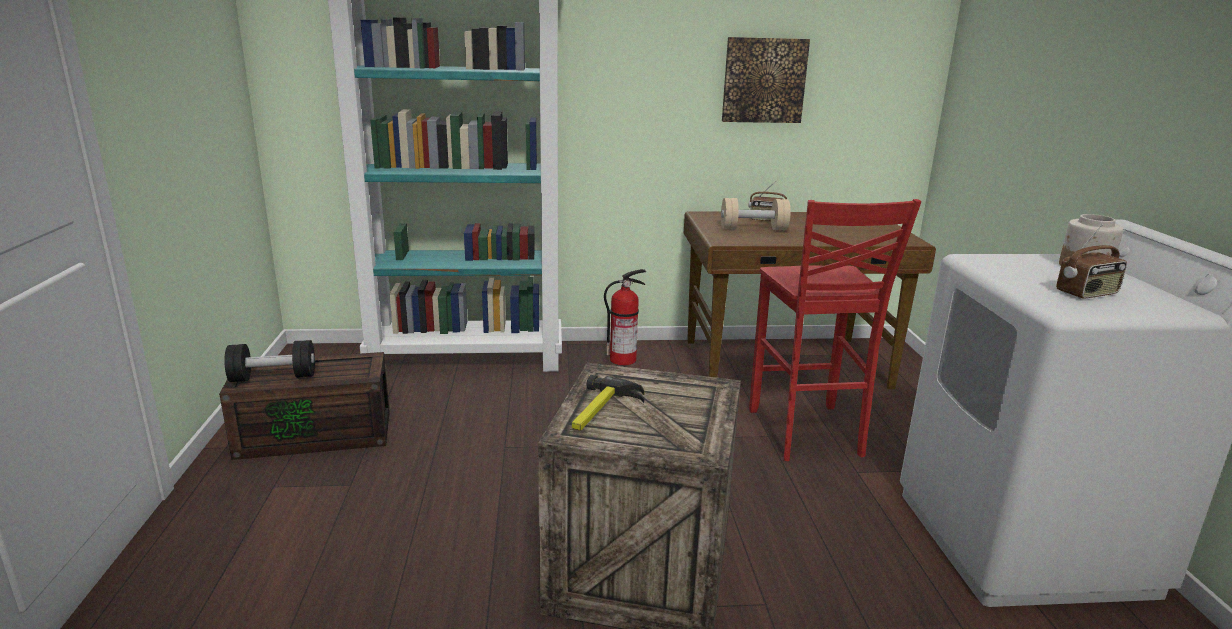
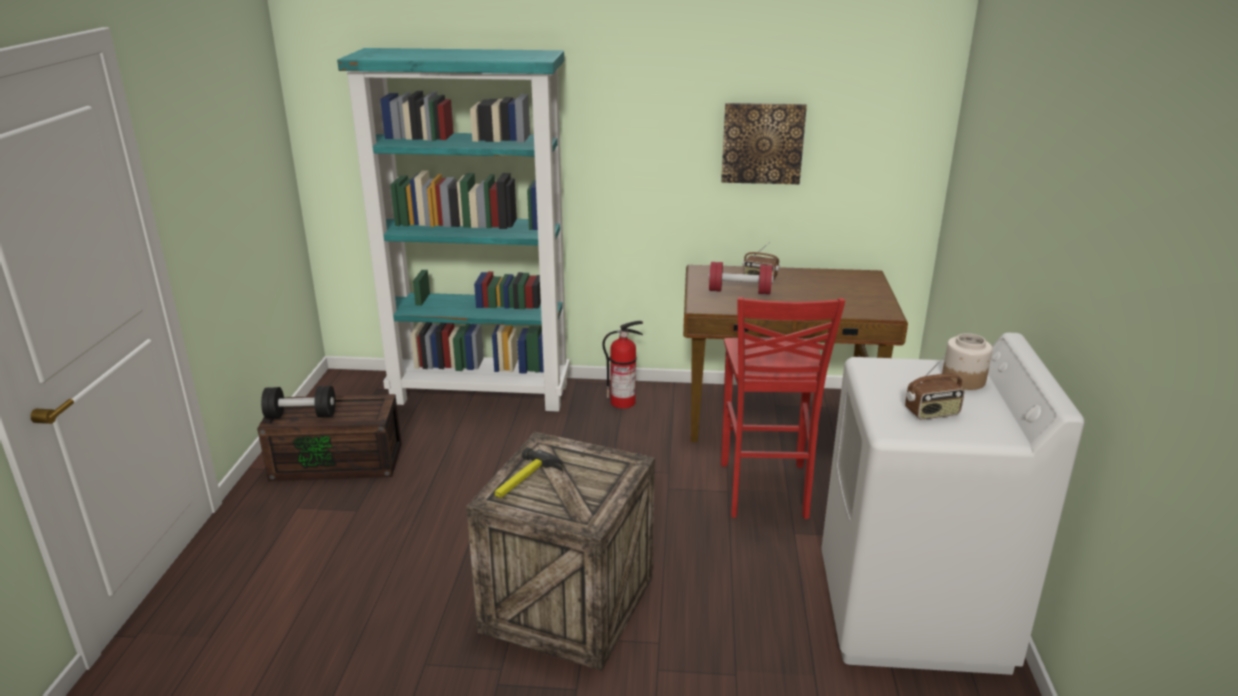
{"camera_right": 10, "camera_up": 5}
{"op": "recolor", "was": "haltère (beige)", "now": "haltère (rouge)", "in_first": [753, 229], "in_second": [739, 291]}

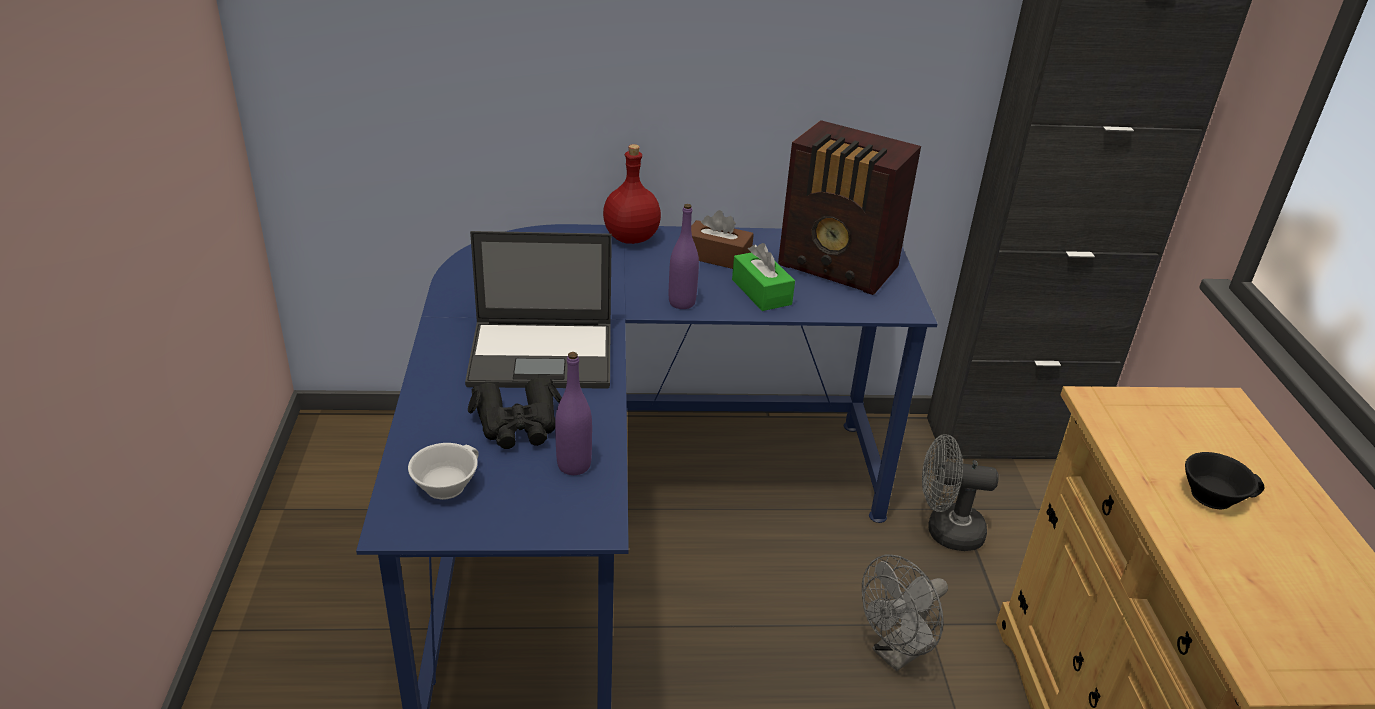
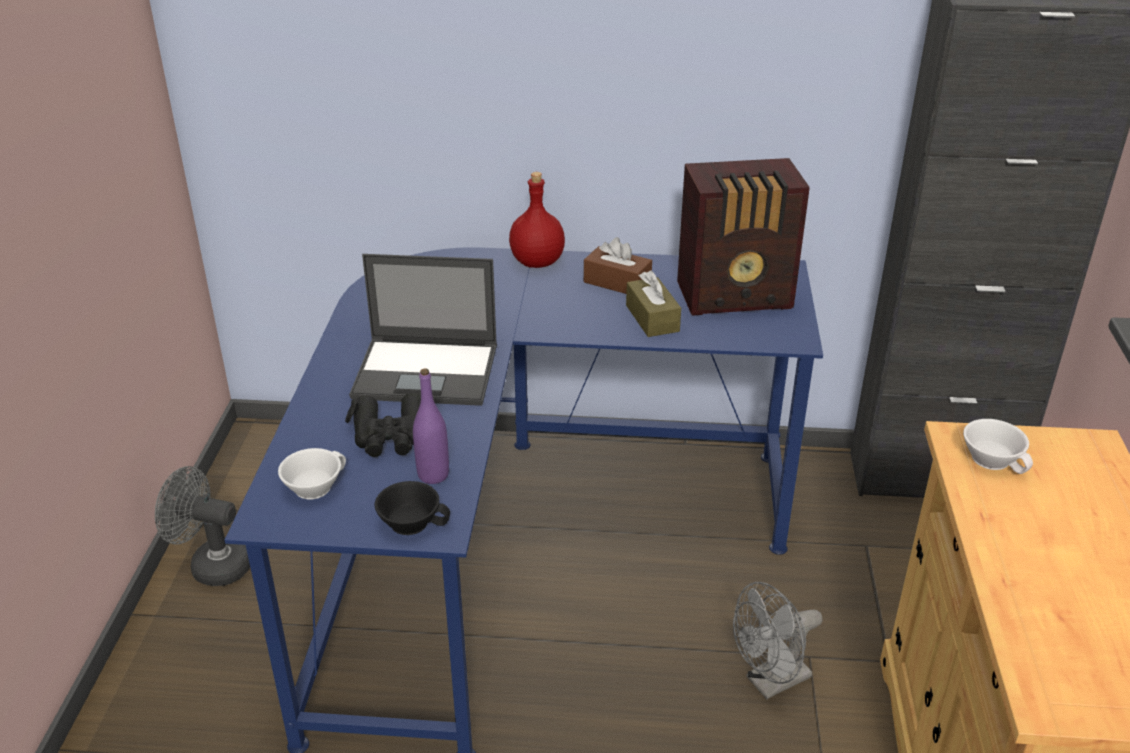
{"camera_right": 10, "camera_up": 0}
{"op": "rotate", "was": "radio", "in_first": [839, 268], "in_second": [737, 297], "clockwise": -45}
{"op": "delete", "was": "bouteille (violet)", "in_first": [682, 303]}
{"op": "recolor", "was": "boîte à mouchoirs (vert)", "now": "boîte à mouchoirs (marron)", "in_first": [761, 292], "in_second": [652, 318]}
{"op": "move", "was": "ventilateur (gris)", "in_first": [945, 531], "in_second": [212, 565]}
{"op": "move", "was": "tasse (noir)", "in_first": [1213, 494], "in_second": [412, 521]}
{"op": "insert", "now": "tasse (blanc)", "in_second": [993, 458]}

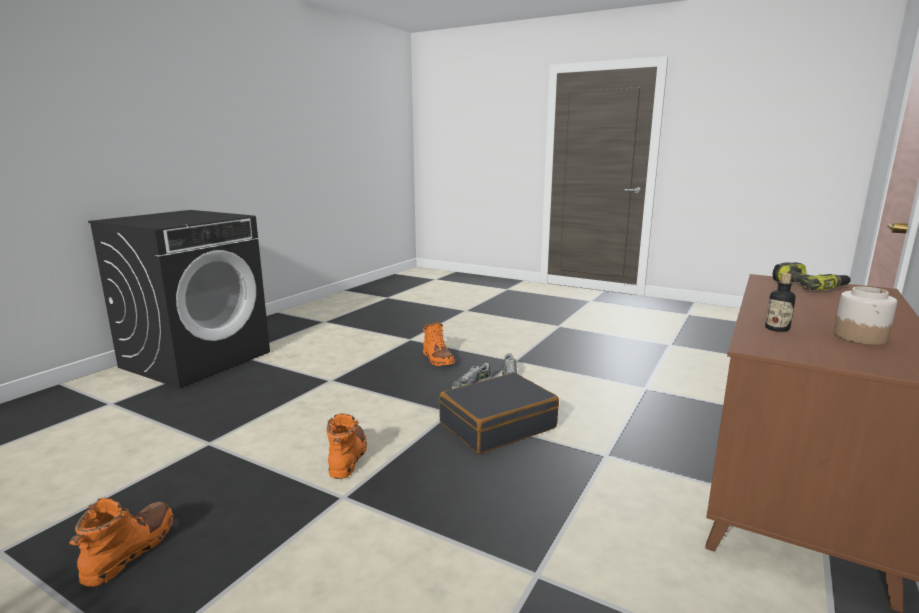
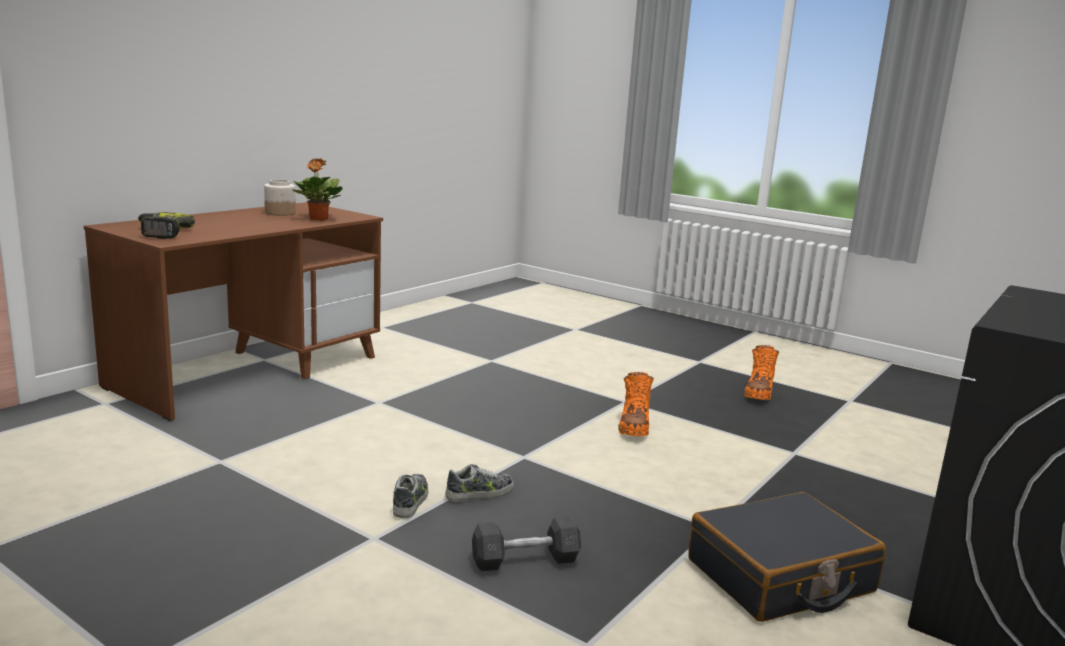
{"camera_right": -175, "camera_up": 0}
{"op": "replace", "was": "bouteille", "now": "plante en pot", "in_first": [776, 329], "in_second": [318, 219]}
{"op": "replace", "was": "botte (orange)", "now": "haltère (gris)", "in_first": [437, 359], "in_second": [525, 560]}
{"op": "move", "was": "valise (noir)", "in_first": [497, 425], "in_second": [780, 577]}

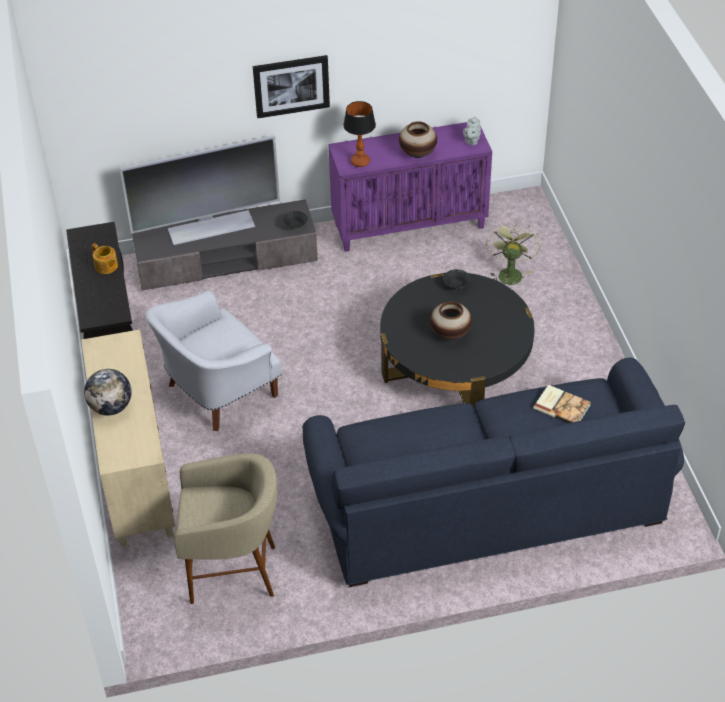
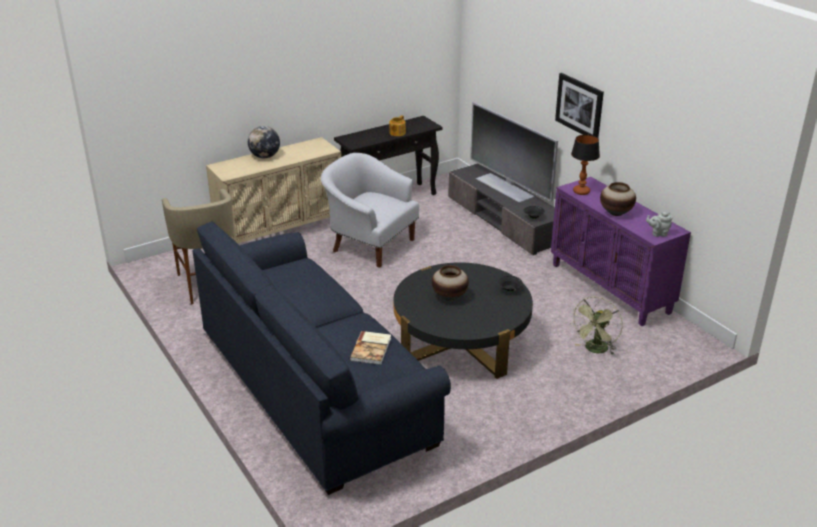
{"camera_right": 70, "camera_up": -15}
{"op": "rotate", "was": "ventilateur (vert)", "in_first": [509, 273], "in_second": [595, 350], "clockwise": 135}

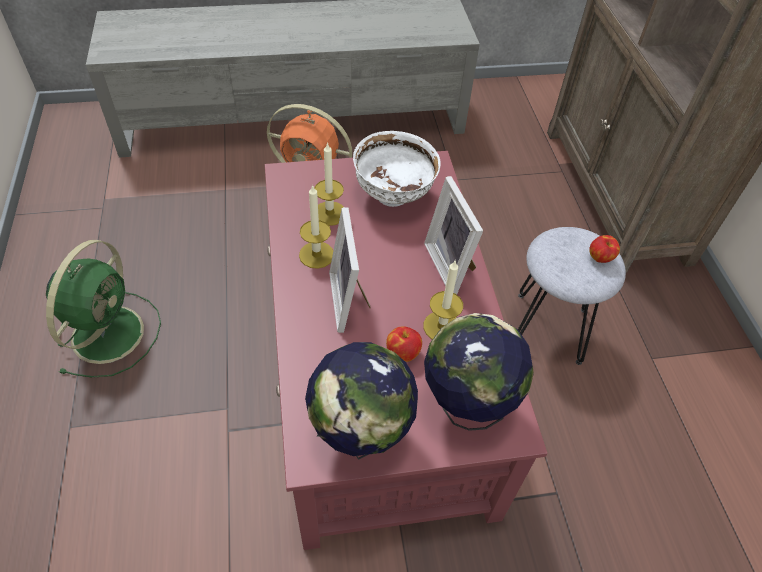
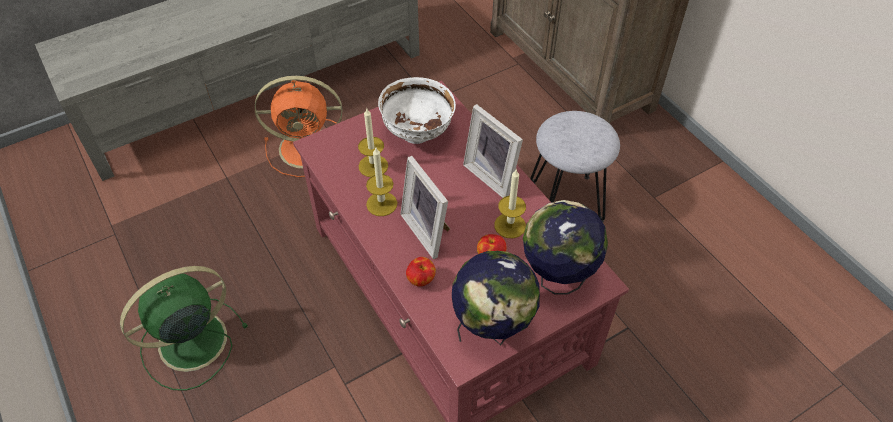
{"camera_right": -20, "camera_up": 0}
{"op": "move", "was": "pomme", "in_first": [600, 258], "in_second": [421, 280]}
{"op": "rotate", "was": "ventilateur (vert)", "in_first": [109, 331], "in_second": [190, 342], "clockwise": -120}

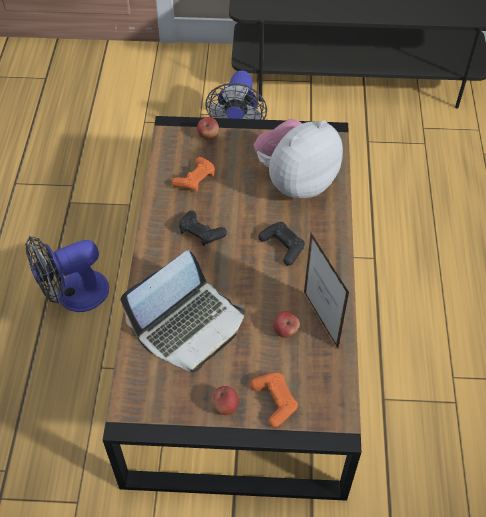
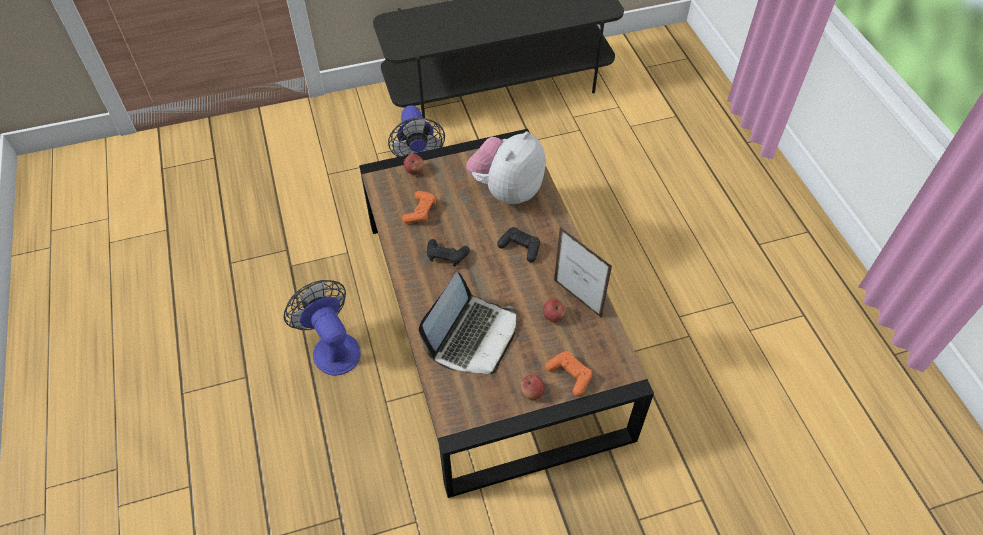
{"camera_right": -20, "camera_up": 0}
{"op": "rotate", "was": "ventilateur", "in_first": [73, 295], "in_second": [332, 347], "clockwise": 105}

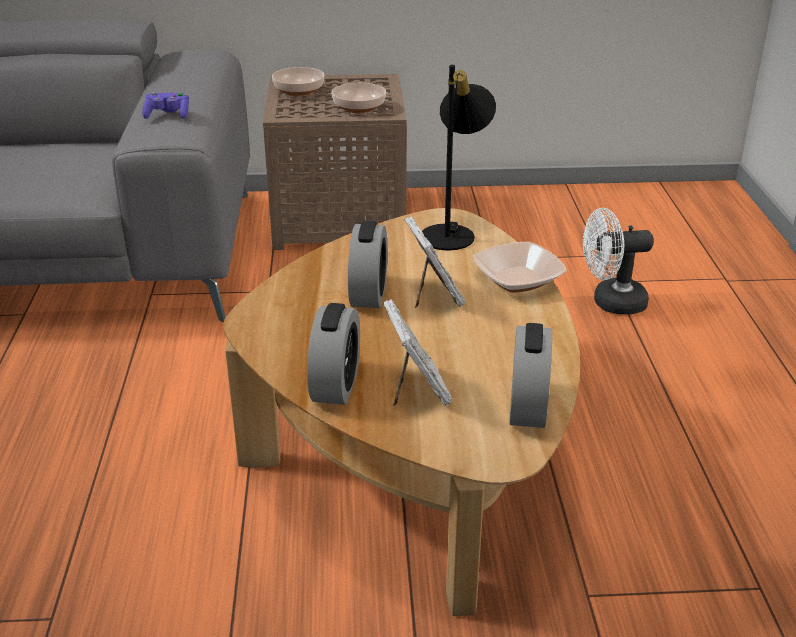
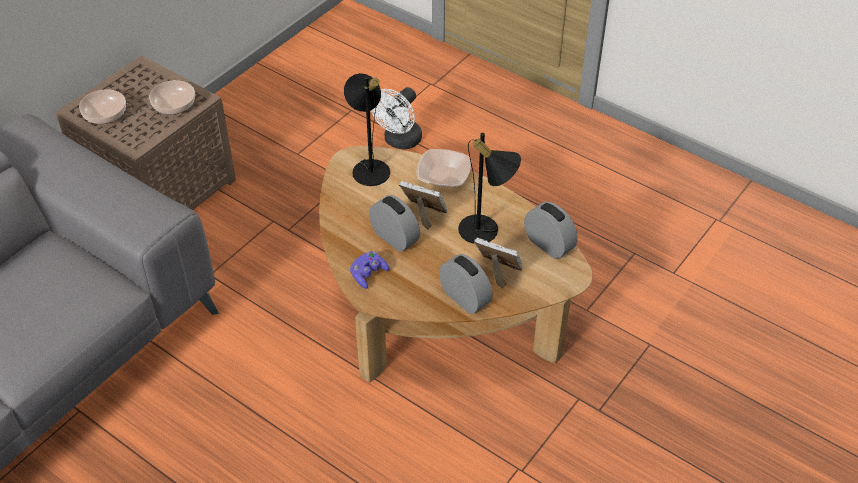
{"camera_right": -50, "camera_up": 15}
{"op": "move", "was": "manette (violet)", "in_first": [168, 116], "in_second": [368, 274]}
{"op": "insert", "now": "lampe de table (noir)", "in_second": [486, 231]}

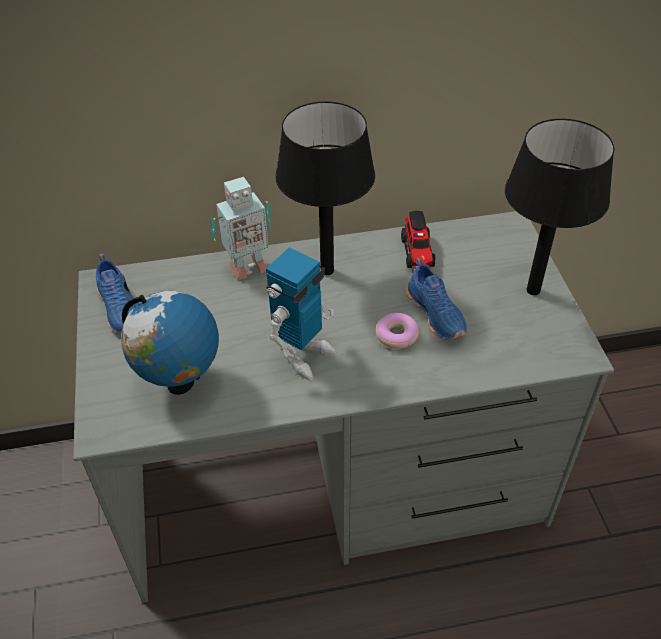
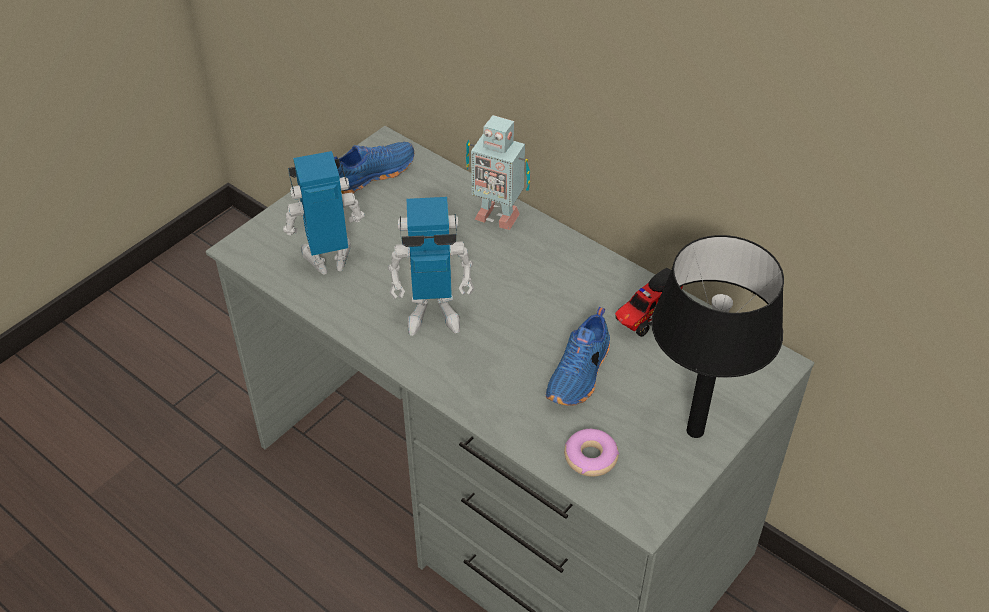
{"camera_right": 50, "camera_up": 0}
{"op": "delete", "was": "lampe de table (noir)", "in_first": [328, 270]}
{"op": "rotate", "was": "chaussure (bleu)", "in_first": [121, 308], "in_second": [370, 175], "clockwise": -150}
{"op": "replace", "was": "globe", "now": "robot jouet", "in_first": [180, 383], "in_second": [329, 259]}
{"op": "move", "was": "beignet", "in_first": [397, 335], "in_second": [591, 457]}

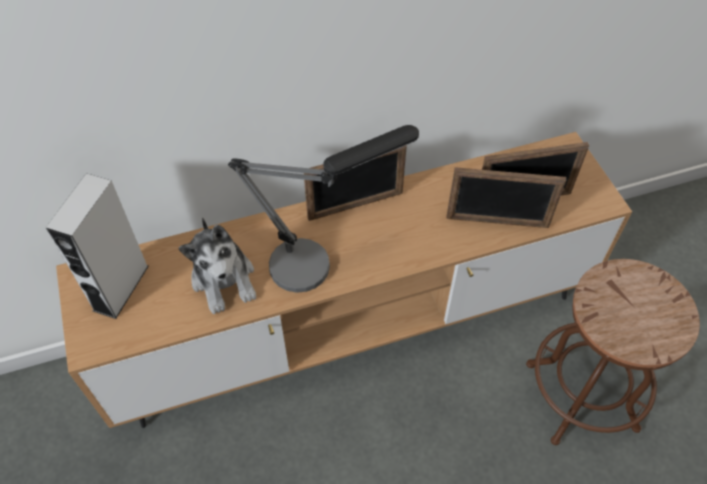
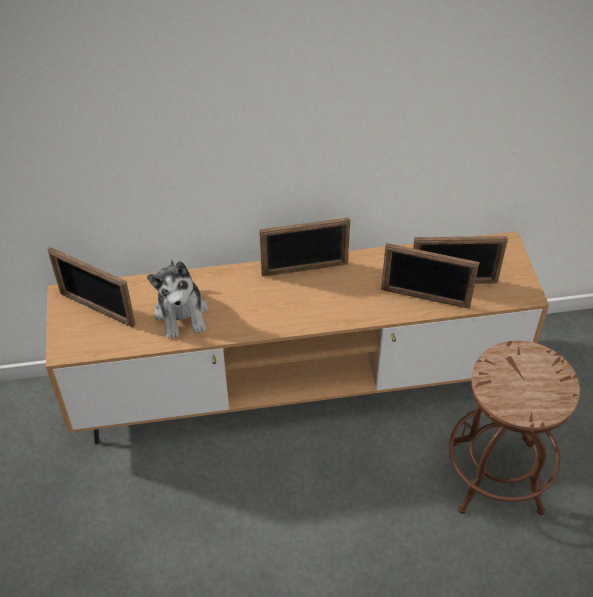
{"camera_right": 10, "camera_up": -5}
{"op": "delete", "was": "lampe de table", "in_first": [318, 261]}
{"op": "replace", "was": "enceinte (gris)", "now": "cadre photo", "in_first": [121, 288], "in_second": [97, 309]}

